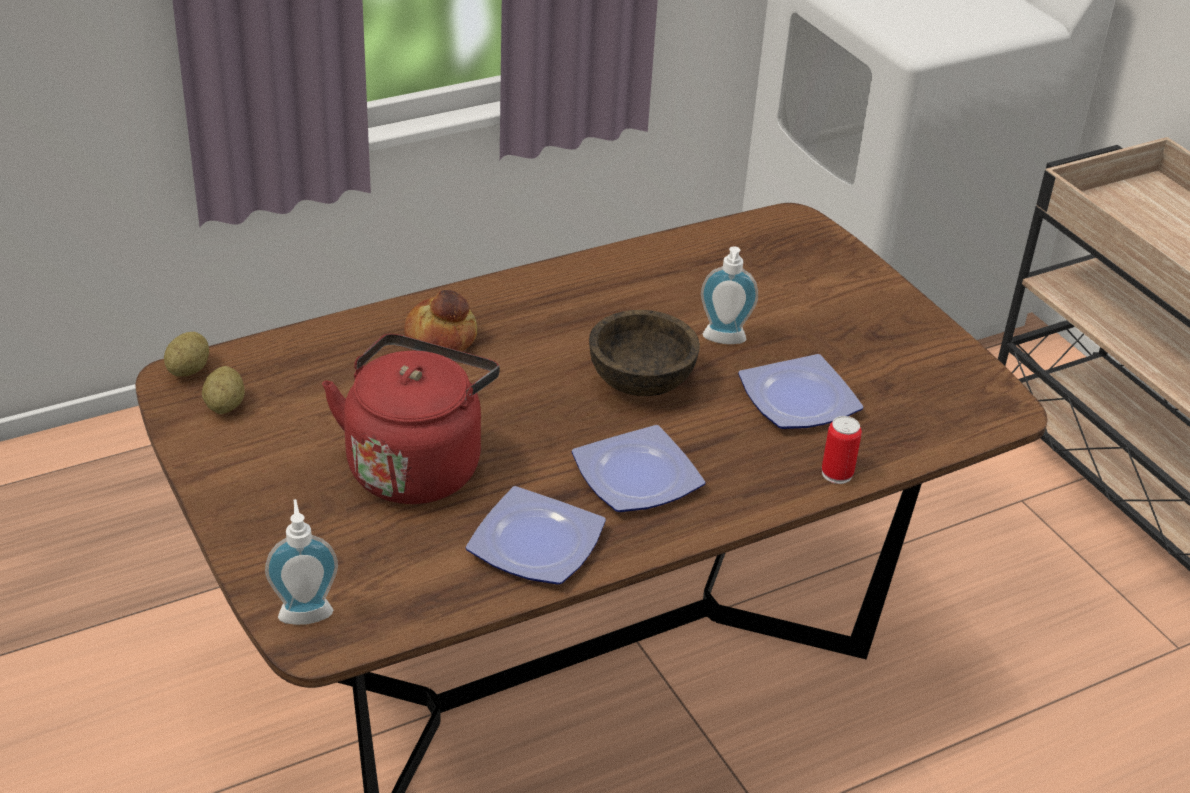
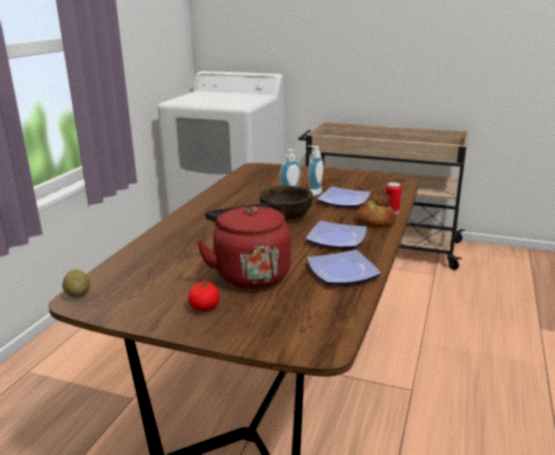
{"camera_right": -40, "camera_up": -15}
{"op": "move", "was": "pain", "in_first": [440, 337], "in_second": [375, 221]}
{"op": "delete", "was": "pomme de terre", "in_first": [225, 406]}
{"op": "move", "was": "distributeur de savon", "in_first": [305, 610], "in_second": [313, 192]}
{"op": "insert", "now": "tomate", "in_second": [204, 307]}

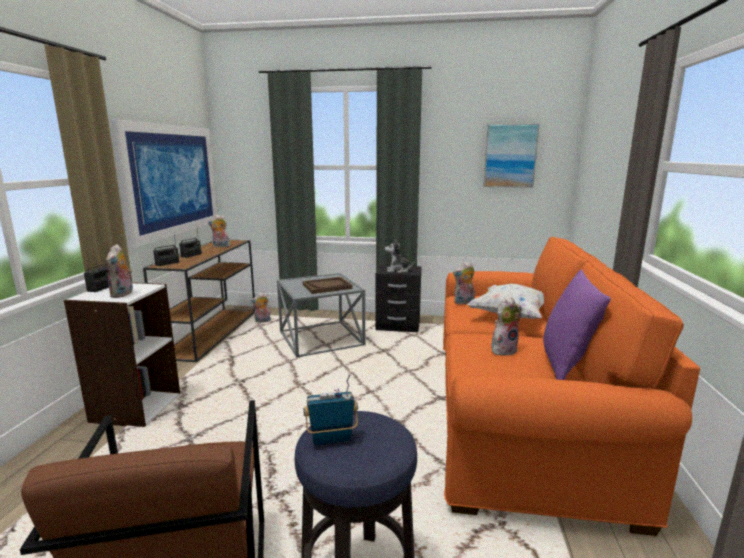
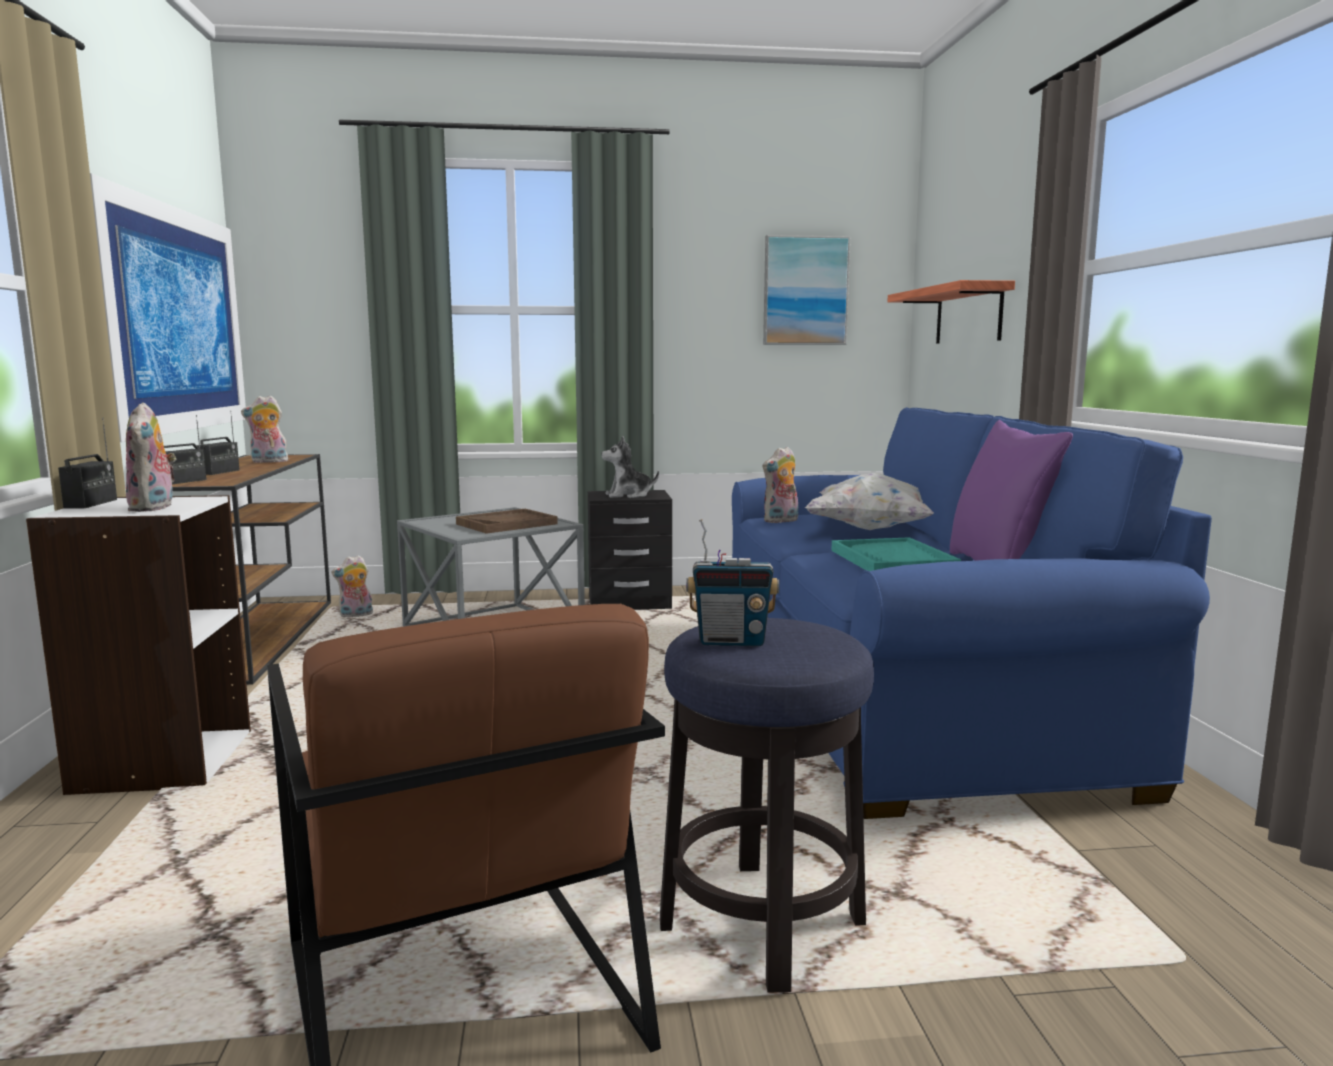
{"camera_right": -15, "camera_up": -5}
{"op": "recolor", "was": "canapé (orange)", "now": "canapé (bleu)", "in_first": [518, 416], "in_second": [900, 696]}
{"op": "replace", "was": "peluche", "now": "plateau (turquoise)", "in_first": [503, 350], "in_second": [893, 560]}
{"op": "rotate", "was": "radio", "in_first": [331, 439], "in_second": [731, 641], "clockwise": -150}
{"op": "insert", "now": "étagère", "in_second": [968, 315]}

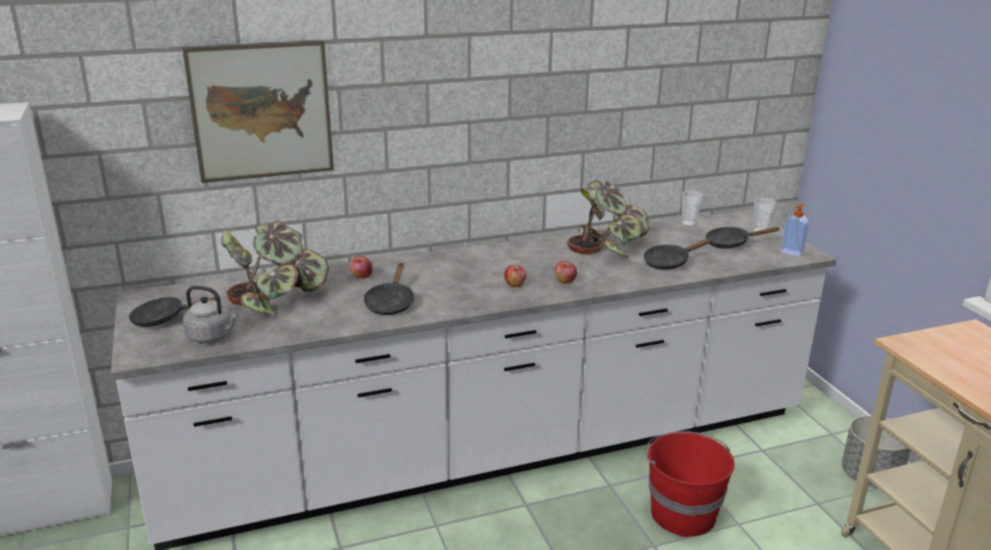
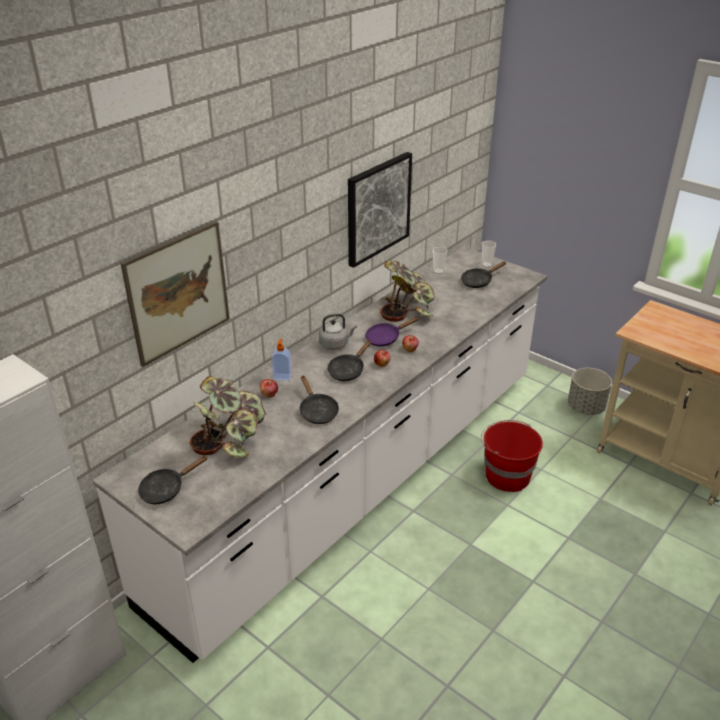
{"camera_right": -30, "camera_up": 10}
{"op": "move", "was": "distributeur de savon", "in_first": [792, 252], "in_second": [282, 376]}
{"op": "move", "was": "poêle (noir)", "in_first": [669, 262], "in_second": [348, 370]}
{"op": "move", "was": "bouilloire (gris)", "in_first": [212, 337], "in_second": [335, 344]}
{"op": "insert", "now": "tableau", "in_second": [377, 208]}
{"op": "insert", "now": "poêle (violet)", "in_second": [386, 338]}

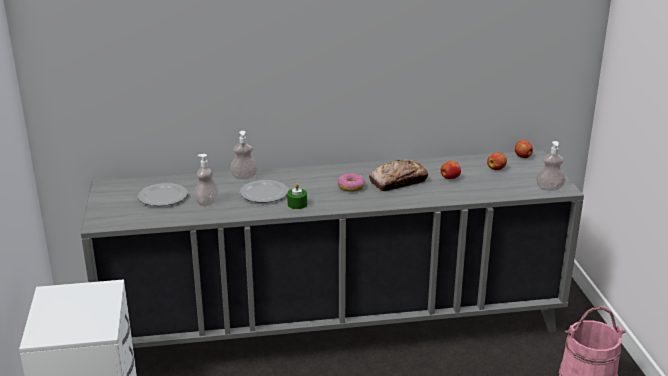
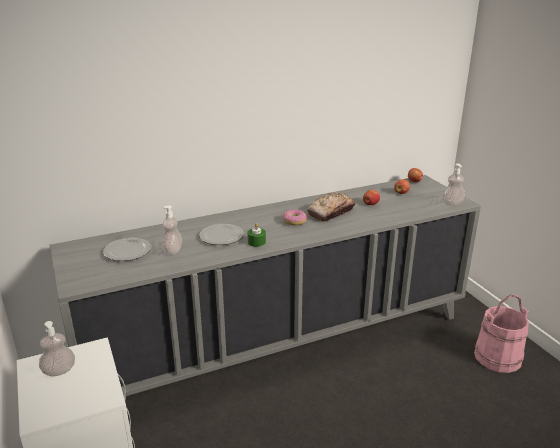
{"camera_right": -15, "camera_up": 0}
{"op": "move", "was": "distributeur de savon", "in_first": [244, 177], "in_second": [59, 371]}

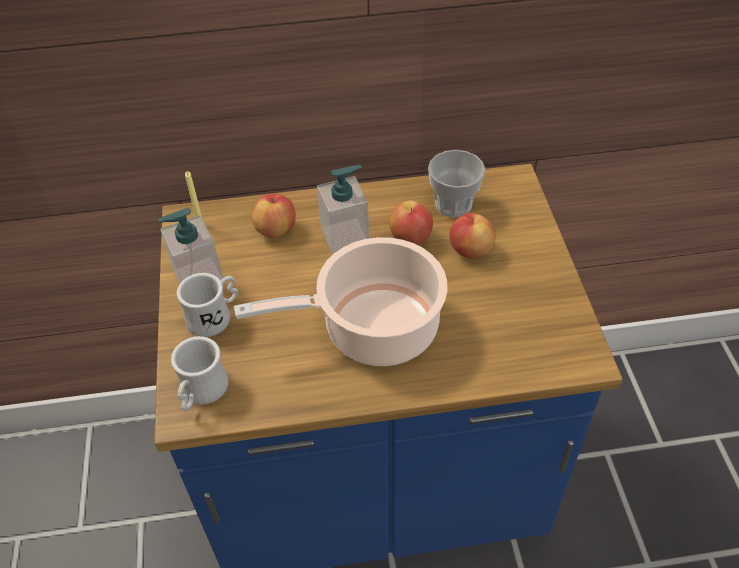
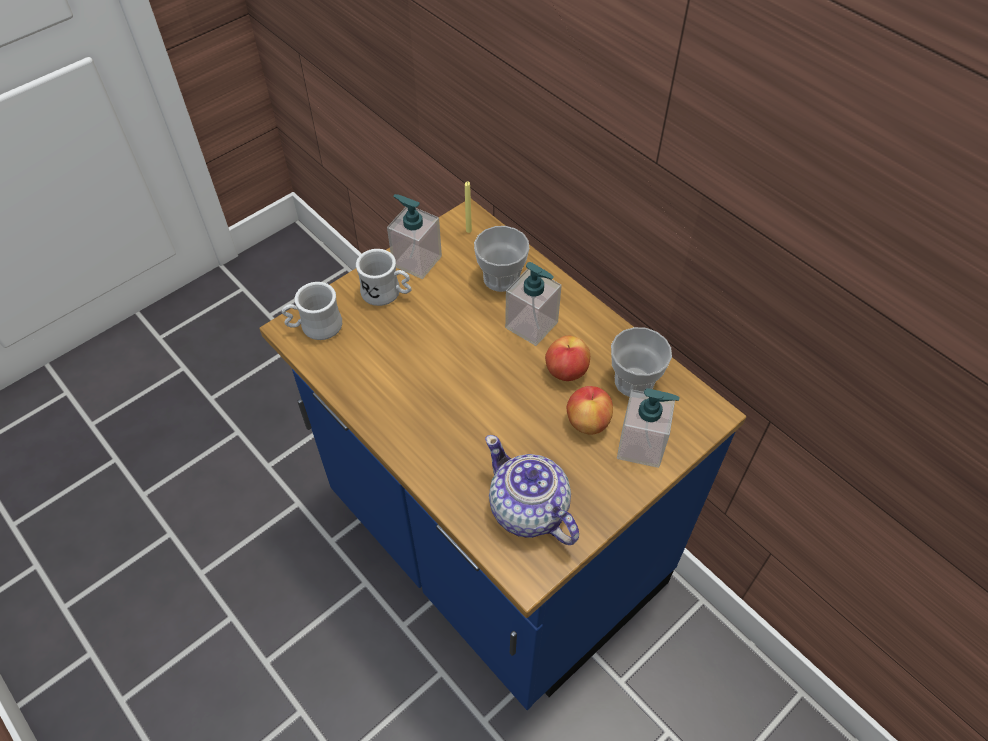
{"camera_right": 55, "camera_up": 5}
{"op": "replace", "was": "pomme", "now": "tasse", "in_first": [276, 230], "in_second": [501, 278]}
{"op": "delete", "was": "marmite", "in_first": [373, 329]}
{"op": "insert", "now": "distributeur de savon", "in_second": [641, 445]}
{"op": "insert", "now": "théière", "in_second": [528, 510]}

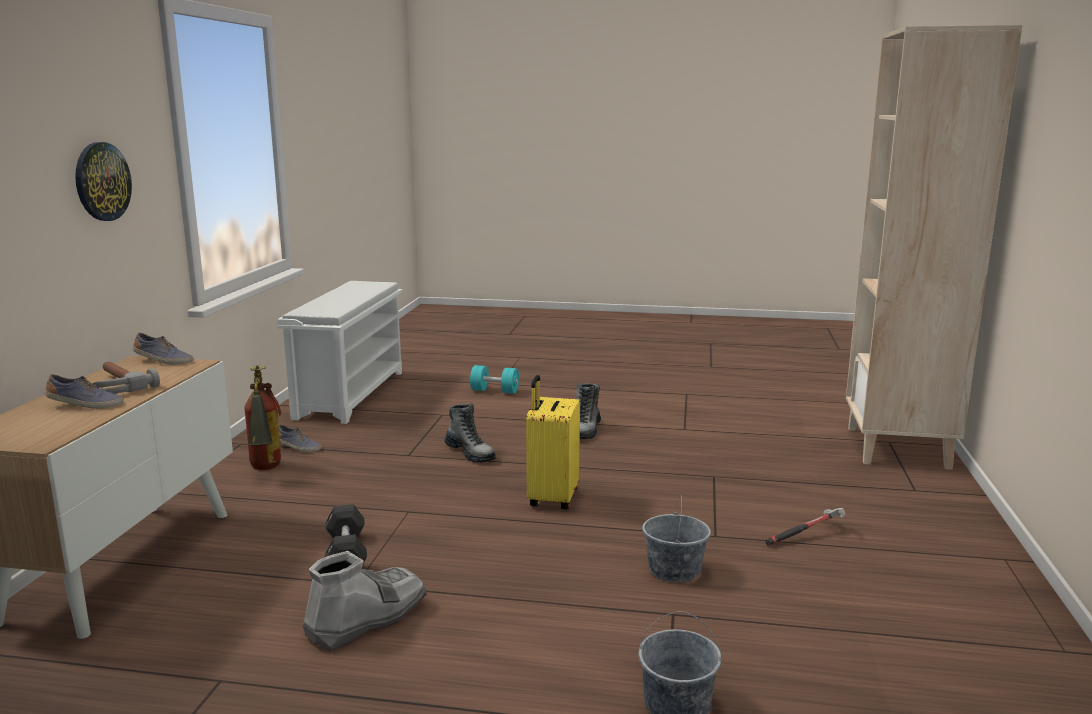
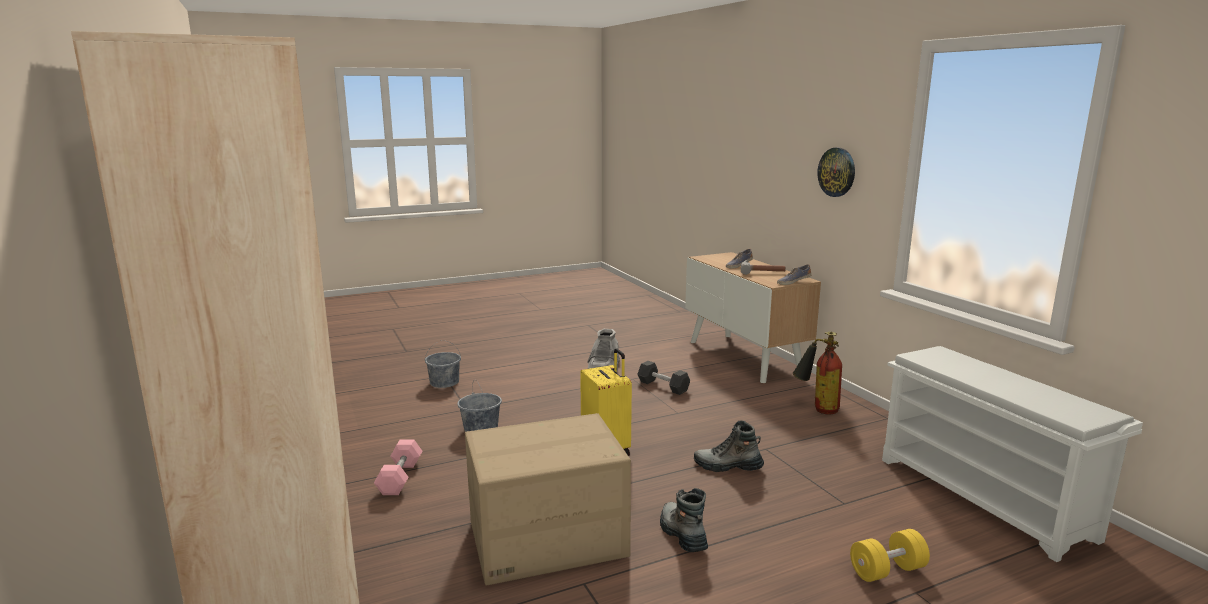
{"camera_right": 145, "camera_up": 0}
{"op": "recolor", "was": "haltère (turquoise)", "now": "haltère (jaune)", "in_first": [495, 391], "in_second": [887, 570]}
{"op": "delete", "was": "chaussure", "in_first": [297, 448]}
{"op": "replace", "was": "marteau", "now": "haltère (rose)", "in_first": [807, 536], "in_second": [400, 478]}
{"op": "insert", "now": "carton", "in_second": [547, 540]}

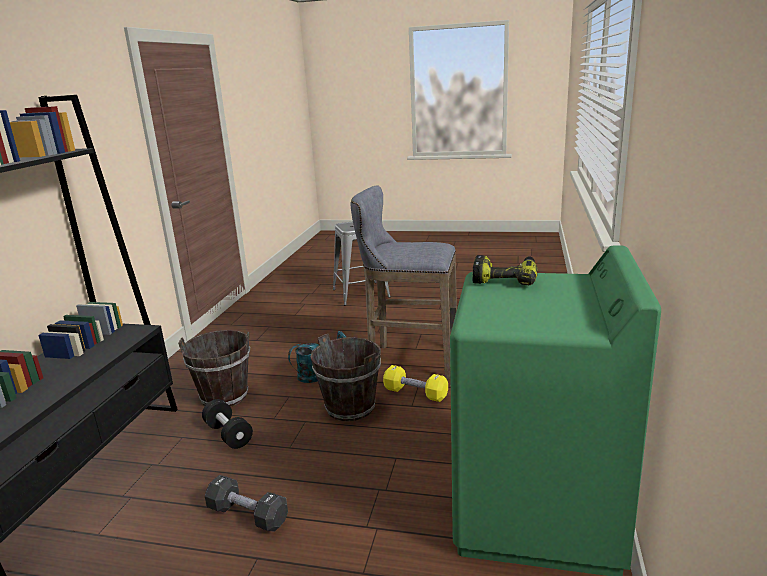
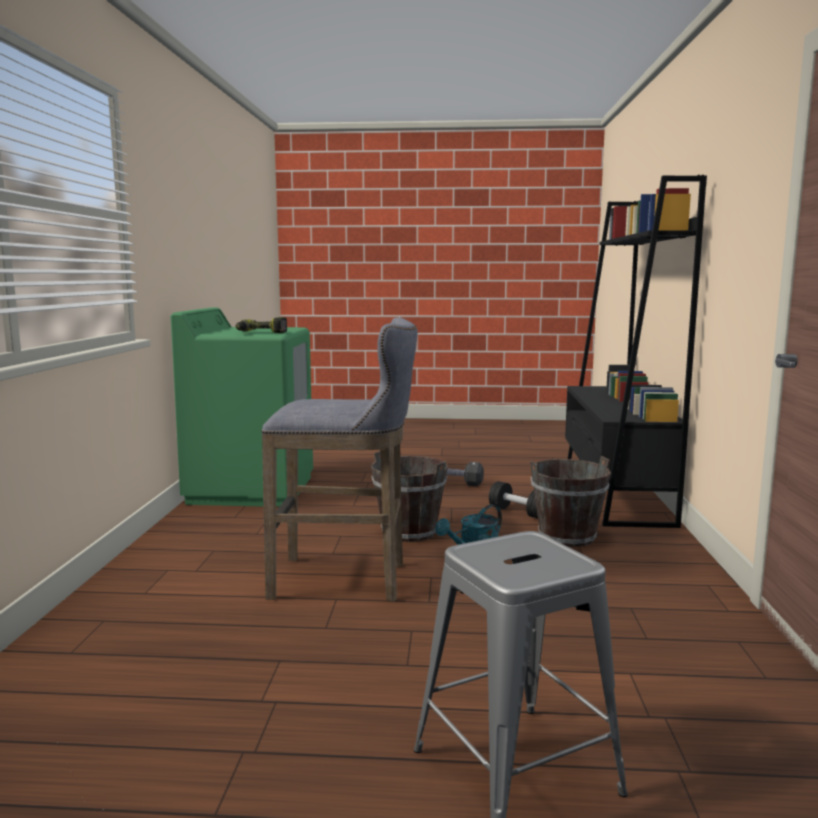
{"camera_right": 170, "camera_up": -10}
{"op": "delete", "was": "haltère (jaune)", "in_first": [415, 393]}

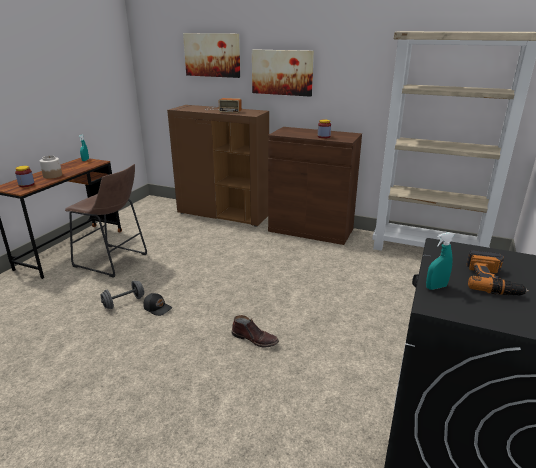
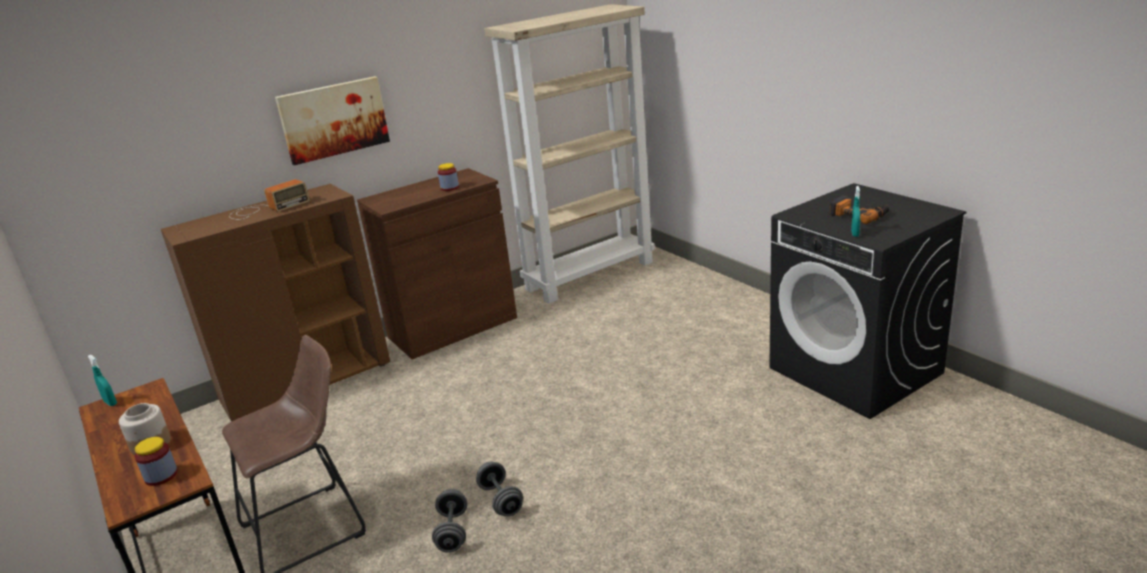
{"camera_right": -55, "camera_up": 0}
{"op": "delete", "was": "tableau", "in_first": [212, 55]}
{"op": "replace", "was": "casquette (noir)", "now": "haltère (gris)", "in_first": [157, 308], "in_second": [501, 500]}
{"op": "delete", "was": "botte (marron)", "in_first": [255, 339]}

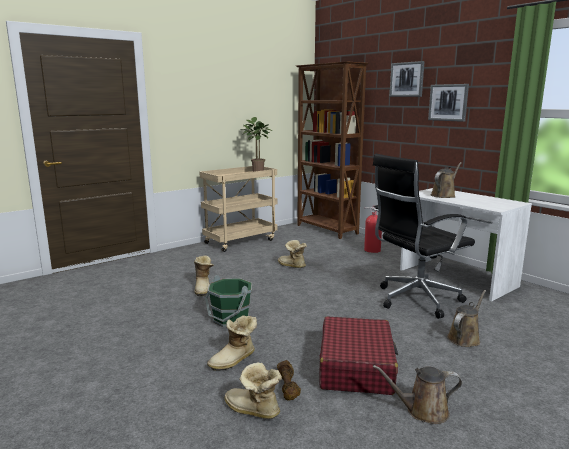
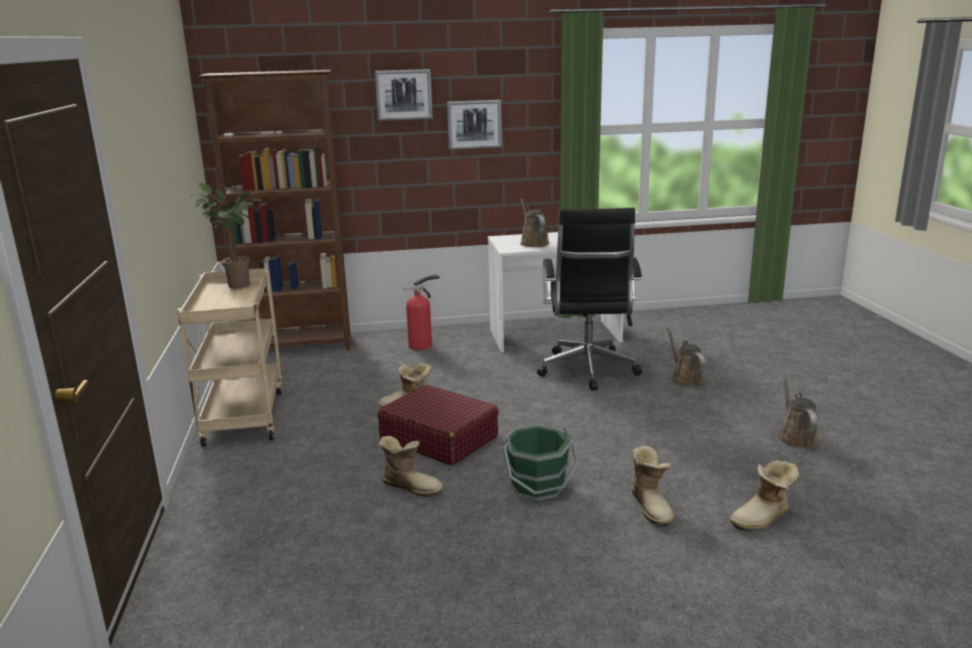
{"camera_right": -60, "camera_up": 5}
{"op": "move", "was": "valise (rouge)", "in_first": [356, 367], "in_second": [439, 438]}
{"op": "delete", "was": "haltère (marron)", "in_first": [288, 387]}
{"op": "rotate", "was": "arrosoir (marron)", "in_first": [423, 411], "in_second": [796, 437], "clockwise": 150}

